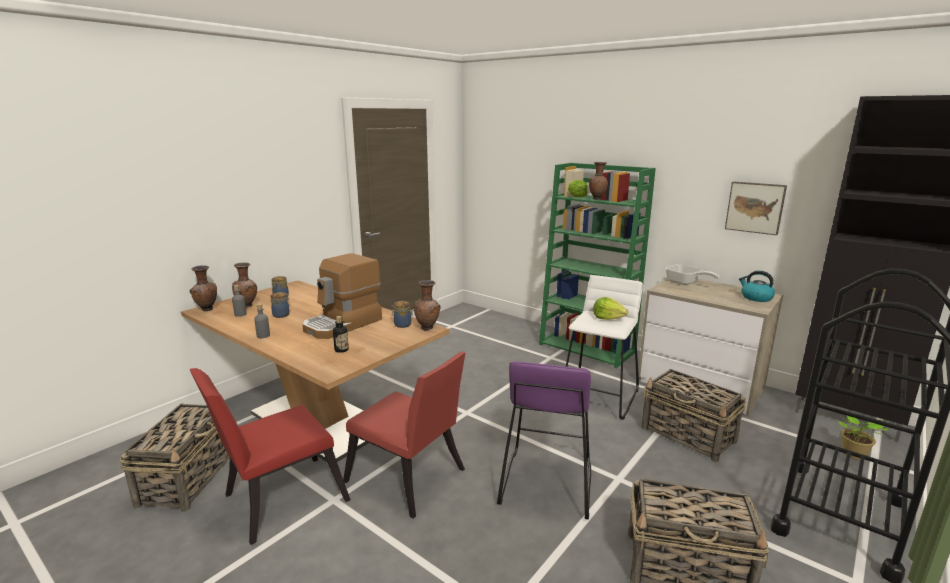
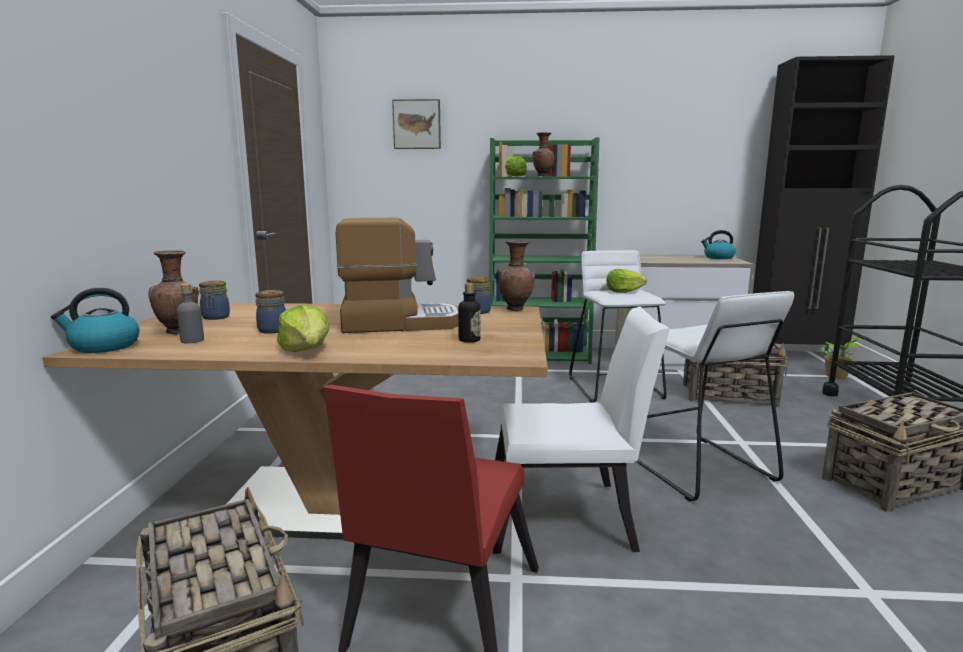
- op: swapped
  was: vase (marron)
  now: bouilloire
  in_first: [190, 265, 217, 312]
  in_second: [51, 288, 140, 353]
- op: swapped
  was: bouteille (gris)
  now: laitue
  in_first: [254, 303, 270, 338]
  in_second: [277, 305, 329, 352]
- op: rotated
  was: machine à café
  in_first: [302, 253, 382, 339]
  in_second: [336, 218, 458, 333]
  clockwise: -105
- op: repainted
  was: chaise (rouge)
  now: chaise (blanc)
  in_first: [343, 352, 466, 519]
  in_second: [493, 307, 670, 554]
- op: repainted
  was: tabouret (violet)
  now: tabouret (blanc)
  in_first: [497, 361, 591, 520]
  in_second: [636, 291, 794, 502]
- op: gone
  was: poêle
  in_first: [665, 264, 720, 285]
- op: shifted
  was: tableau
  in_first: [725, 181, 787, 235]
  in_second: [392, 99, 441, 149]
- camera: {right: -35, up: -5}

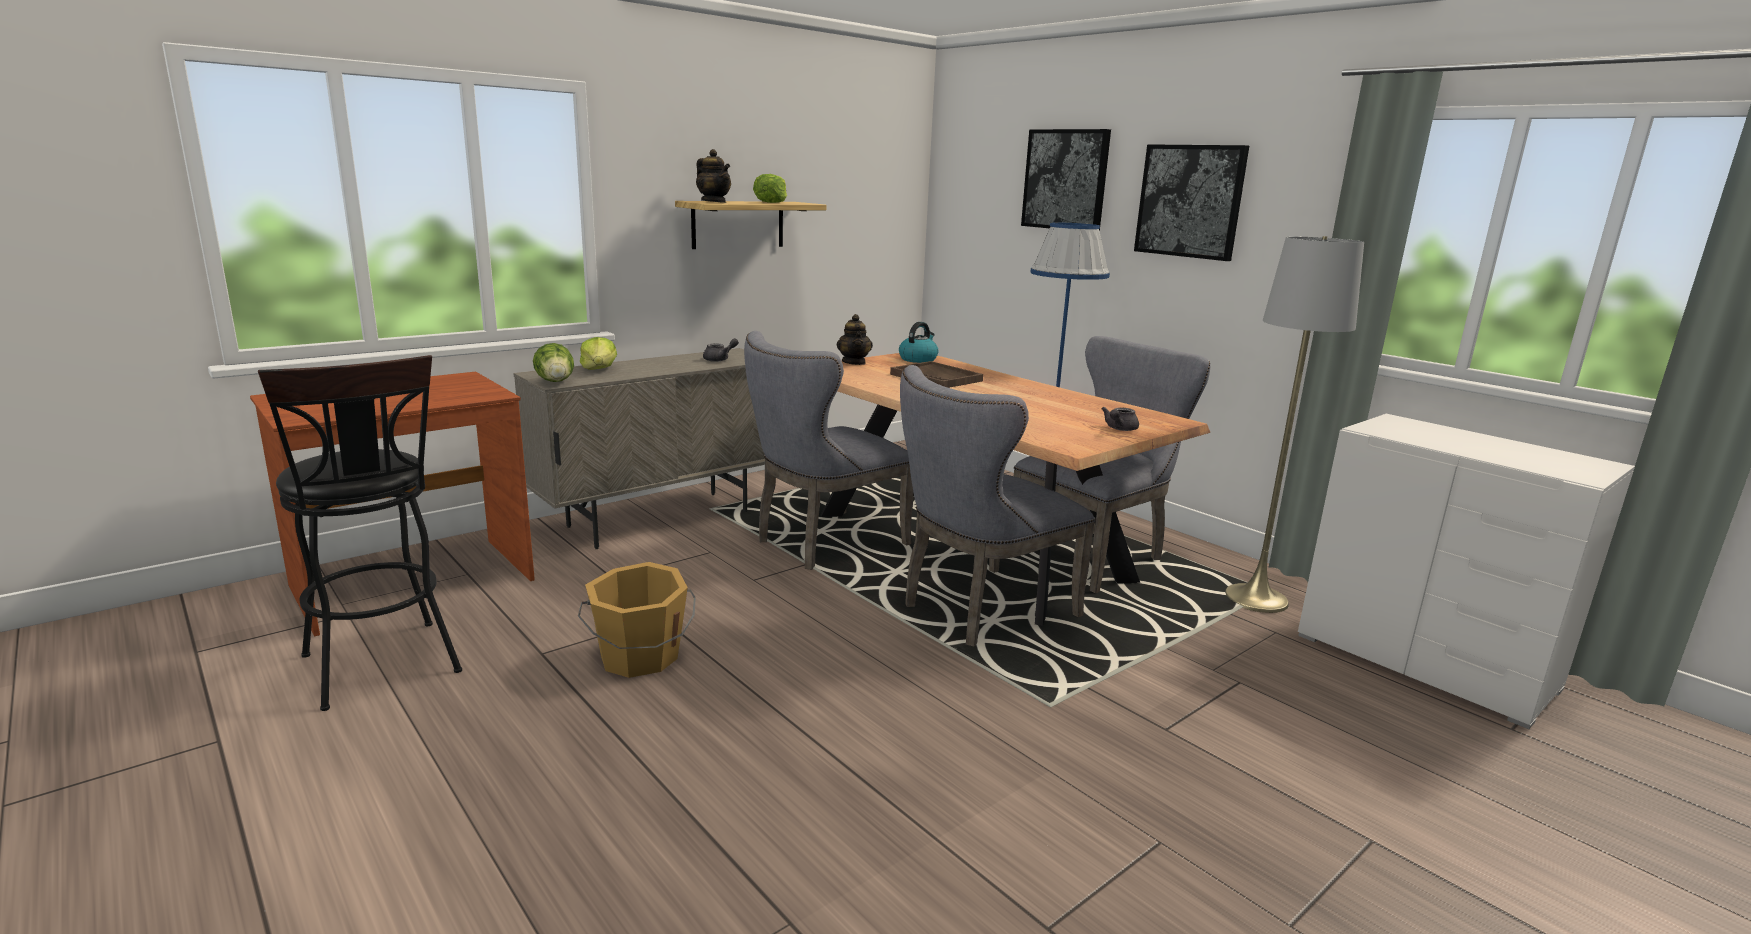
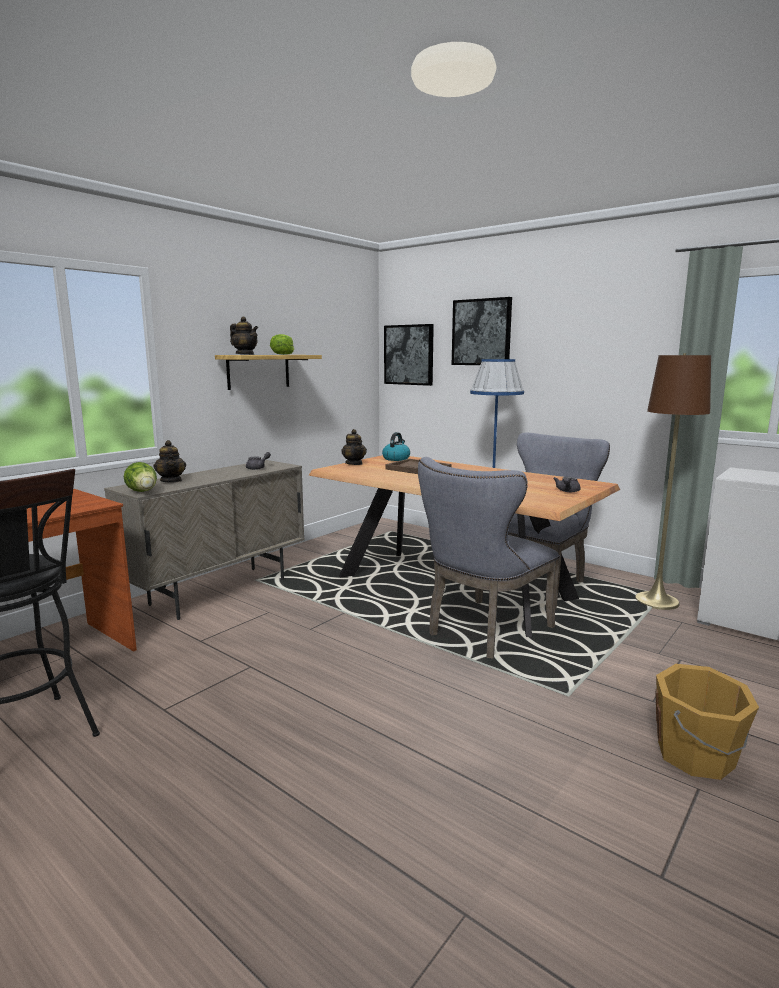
- op: shifted
  was: seau (orange)
  in_first: [578, 562, 696, 678]
  in_second: [655, 664, 759, 780]
- op: swapped
  was: laitue
  now: théière
  in_first: [580, 337, 617, 370]
  in_second: [153, 440, 186, 483]
- op: gone
  was: chaise (gris)
  in_first: [744, 331, 914, 570]
- op: shifted
  was: tableau
  in_first: [1134, 144, 1249, 261]
  in_second: [384, 324, 434, 386]
- op: repainted
  was: lampadaire (gris)
  now: lampadaire (marron)
  in_first: [1225, 236, 1364, 613]
  in_second: [635, 353, 711, 610]
- camera: {right: -10, up: -5}

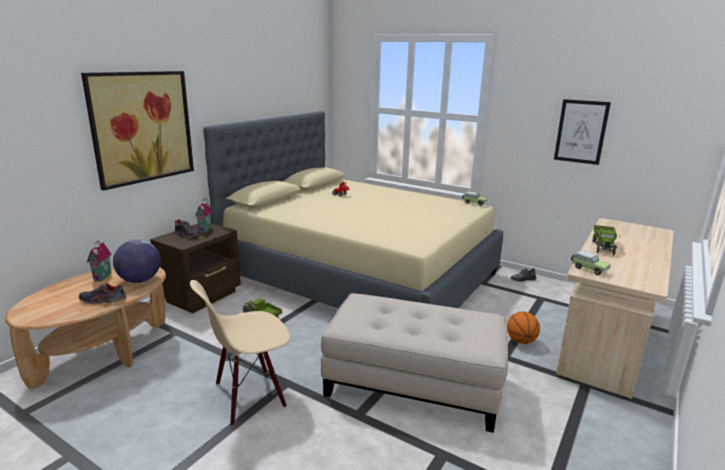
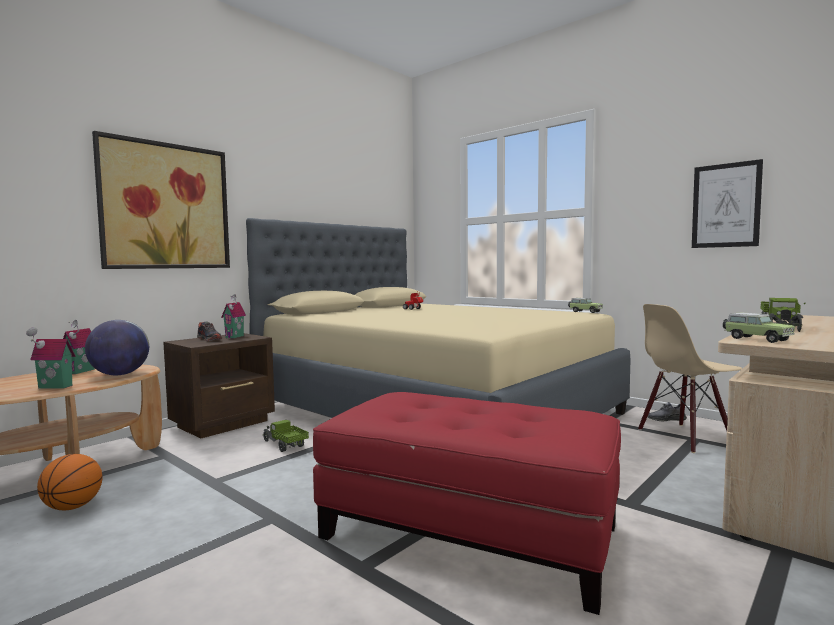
- op: swapped
  was: chaussure
  now: maison miniature
  in_first: [79, 283, 126, 304]
  in_second: [26, 327, 76, 389]
- op: shifted
  was: chaise (beige)
  in_first: [190, 280, 291, 427]
  in_second: [638, 304, 742, 453]
- op: repainted
  was: pouf (beige)
  now: pouf (rouge)
  in_first: [321, 293, 508, 433]
  in_second: [313, 392, 621, 615]
- op: shifted
  was: ballon de basket
  in_first: [507, 312, 540, 344]
  in_second: [37, 454, 102, 510]
- camera: {right: 10, up: -15}

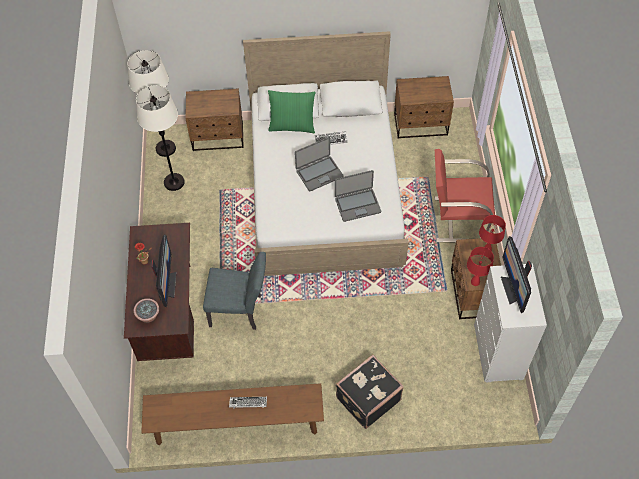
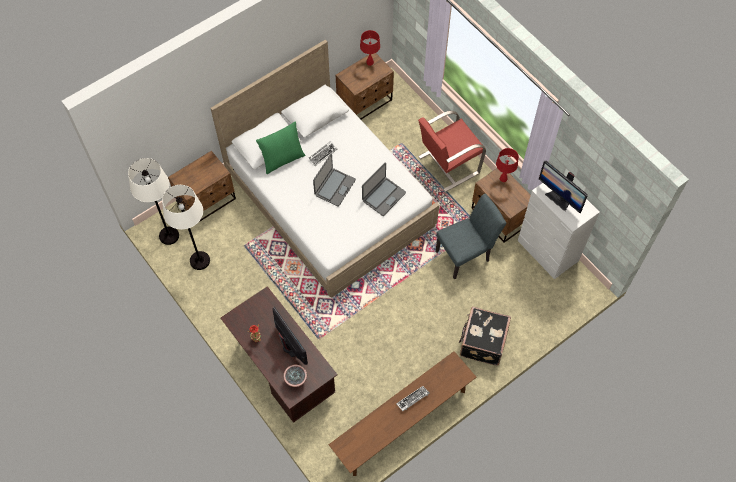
- op: shifted
  was: chaise (gris)
  in_first: [203, 252, 266, 330]
  in_second: [435, 193, 506, 280]
- op: shifted
  was: lampe de table (rouge)
  in_first: [467, 247, 494, 286]
  in_second: [360, 30, 380, 66]
- camera: {right: -35, up: 5}

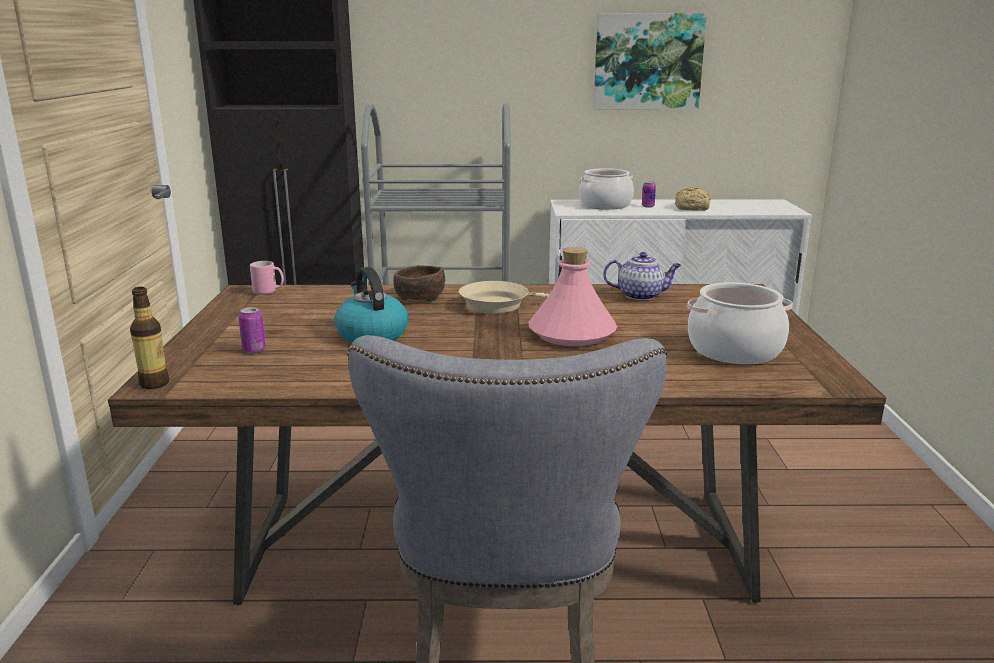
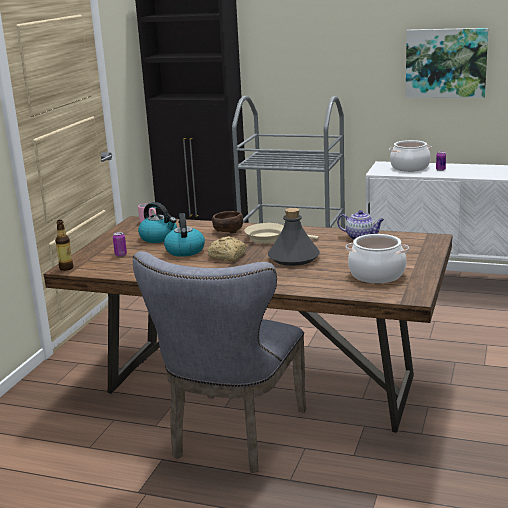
- op: repainted
  was: bouteille (rose)
  now: bouteille (gris)
  in_first: [528, 247, 617, 346]
  in_second: [268, 208, 320, 266]
- op: shifted
  was: pain
  in_first: [675, 187, 711, 211]
  in_second: [208, 236, 247, 261]
- op: new
  now: bouilloire
  in_second: [138, 202, 177, 243]
- camera: {right: 20, up: 0}

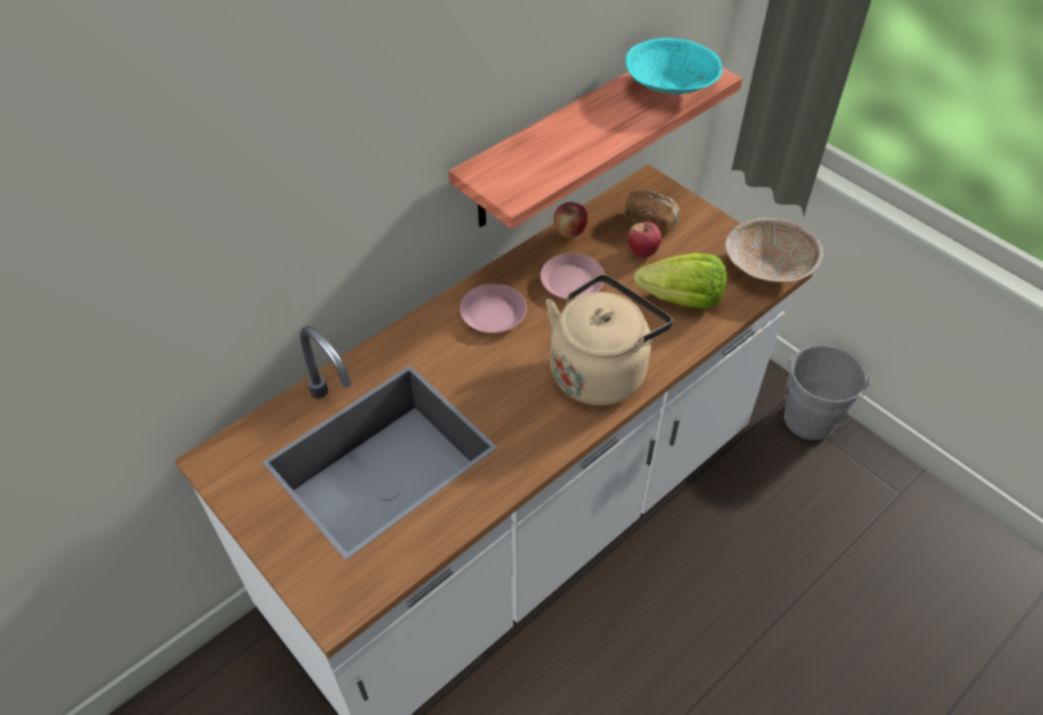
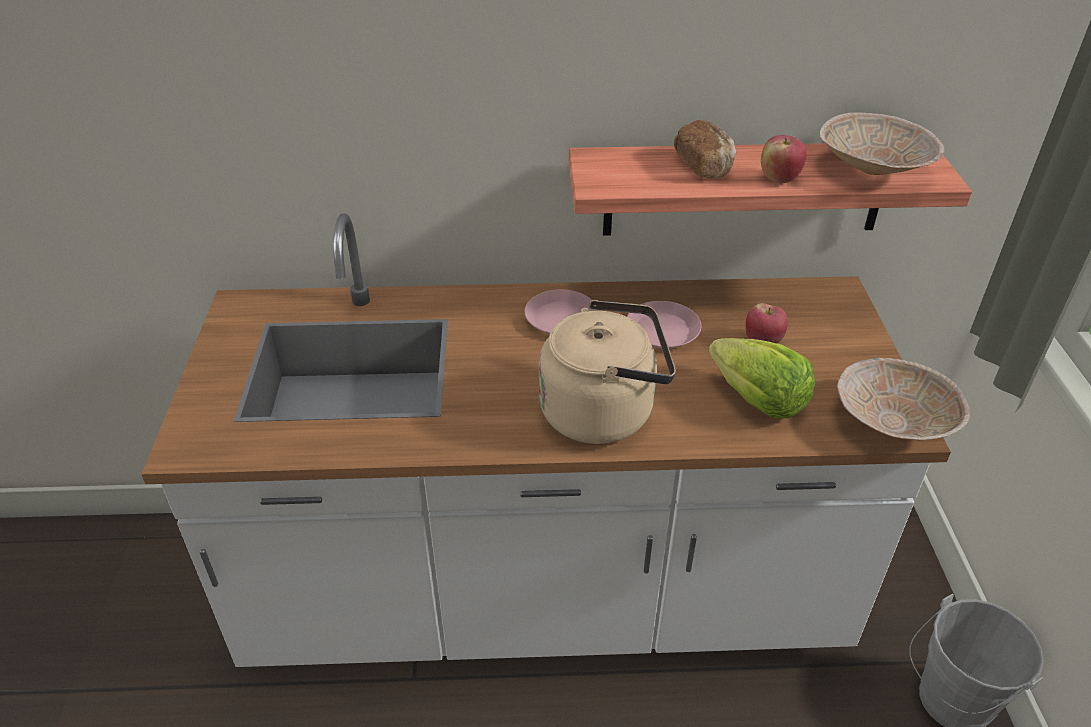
- op: shifted
  was: pomme
  in_first: [554, 202, 588, 237]
  in_second: [761, 135, 807, 183]
- op: shifted
  was: pain
  in_first: [623, 189, 680, 234]
  in_second: [674, 120, 736, 179]
- op: repainted
  was: bol (turquoise)
  now: bol (beige)
  in_first: [626, 38, 723, 95]
  in_second: [819, 112, 944, 175]
- camera: {right: 40, up: -10}

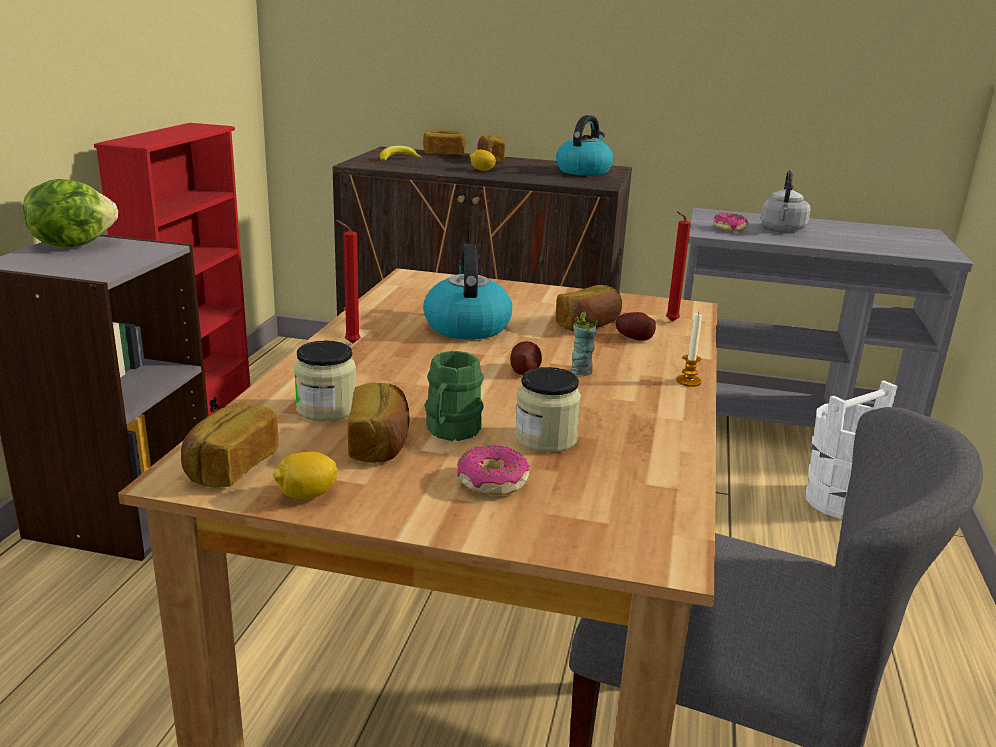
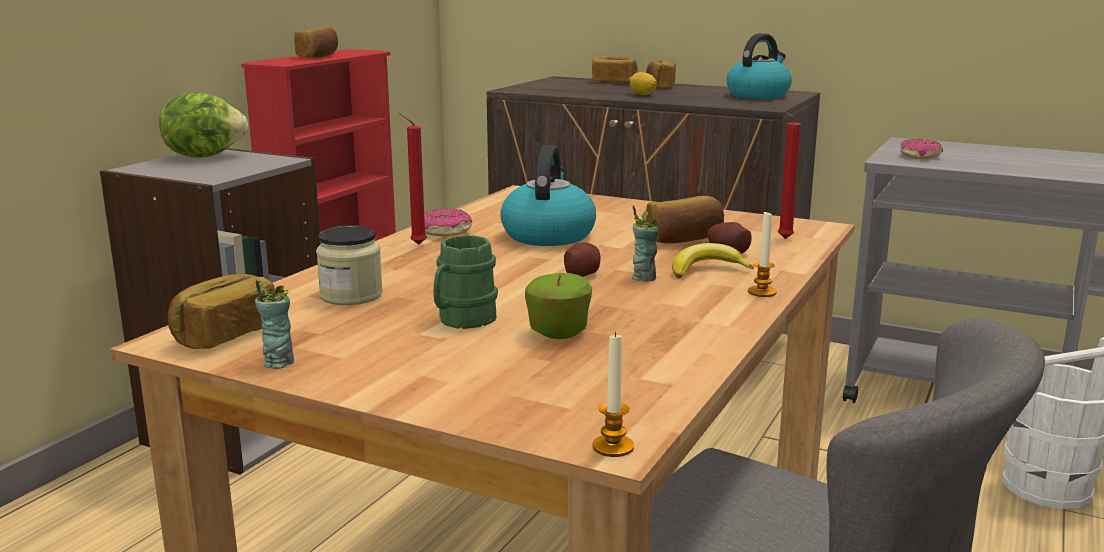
- op: swapped
  was: citron
  now: tasse
  in_first: [273, 452, 337, 499]
  in_second: [255, 279, 294, 369]
- op: shifted
  was: pain
  in_first: [348, 383, 410, 463]
  in_second: [294, 27, 338, 58]
- op: shifted
  was: banane
  in_first: [380, 146, 422, 162]
  in_second: [672, 243, 754, 278]
- op: shifted
  was: beignet
  in_first: [457, 445, 530, 495]
  in_second: [424, 209, 472, 236]
- op: swapped
  was: bocal
  now: pomme
  in_first: [515, 367, 581, 453]
  in_second: [525, 273, 592, 339]
- op: gone
  was: bouilloire (gris)
  in_first: [761, 170, 811, 231]
- op: new
  now: bougie
  in_second: [593, 332, 634, 457]
- camera: {right: 15, up: -5}

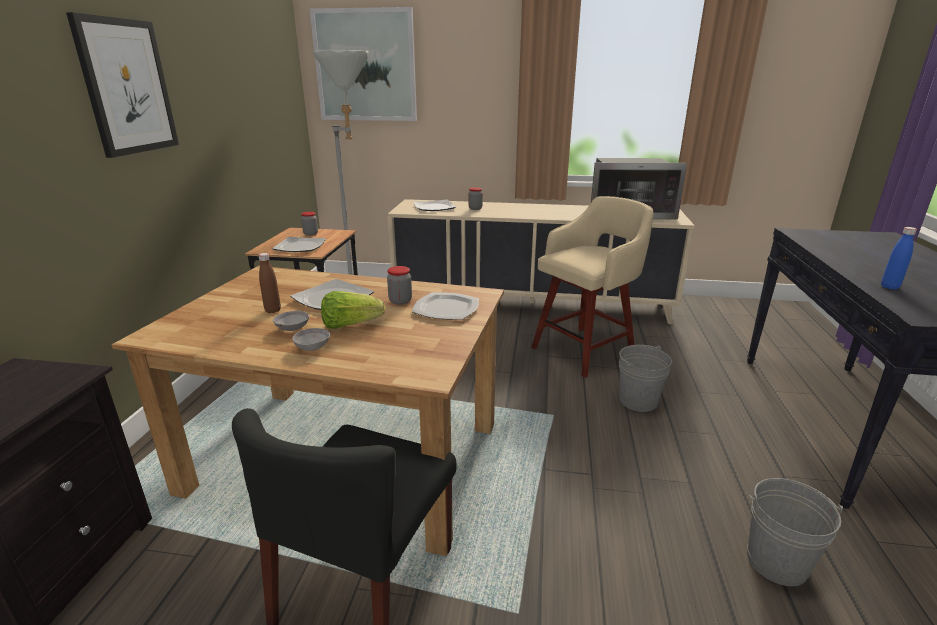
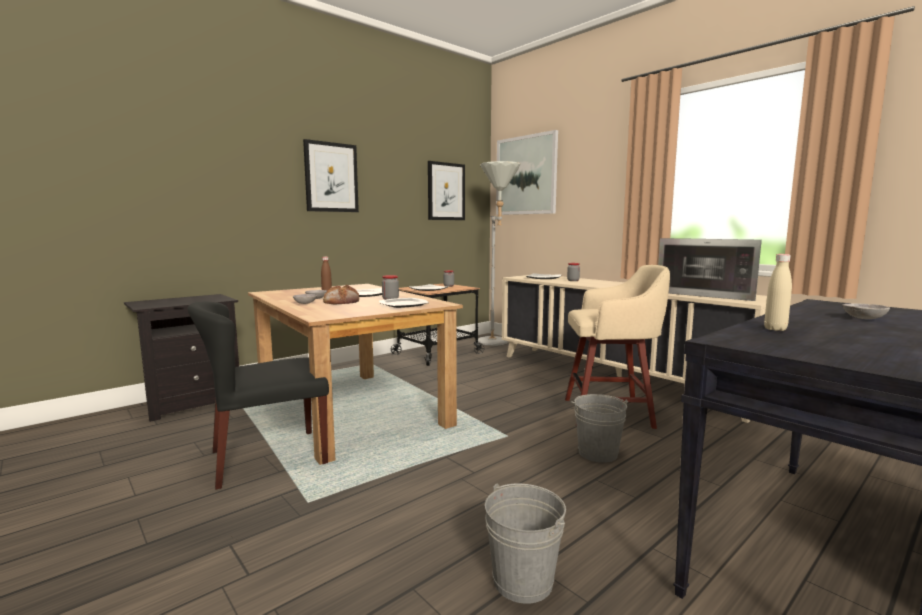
- op: swapped
  was: laitue
  now: pain
  in_first: [321, 291, 385, 329]
  in_second: [323, 285, 359, 304]
- op: repainted
  was: bouteille (bleu)
  now: bouteille (beige)
  in_first: [881, 227, 917, 290]
  in_second: [764, 254, 792, 331]
- op: new
  now: tableau
  in_second: [428, 161, 465, 220]
- op: new
  now: bol (gris)
  in_second: [842, 303, 890, 319]
- camera: {right: 40, up: -15}

